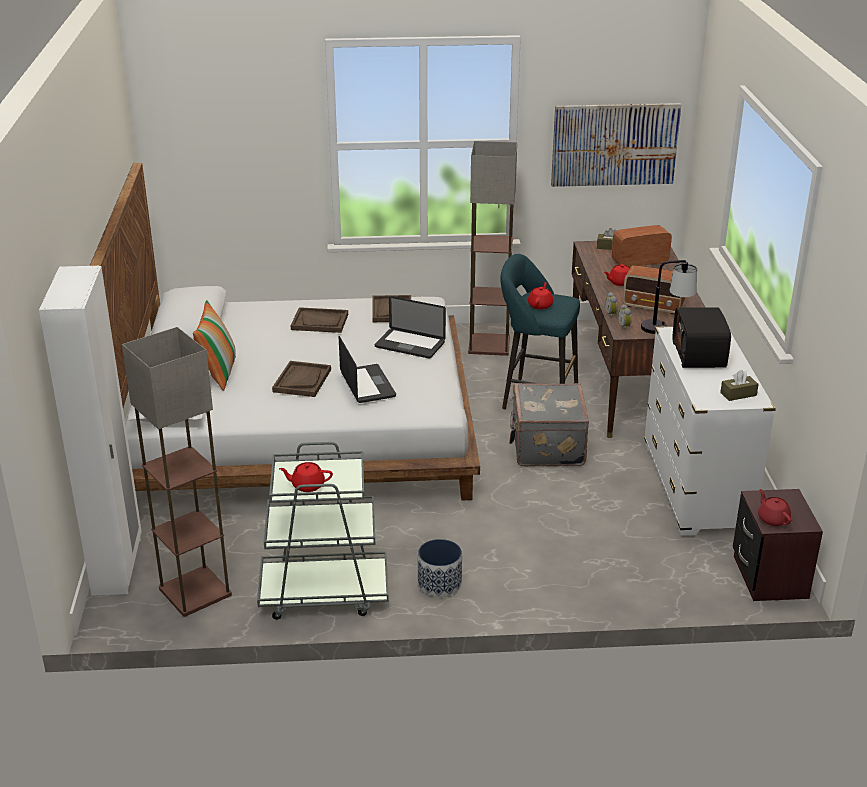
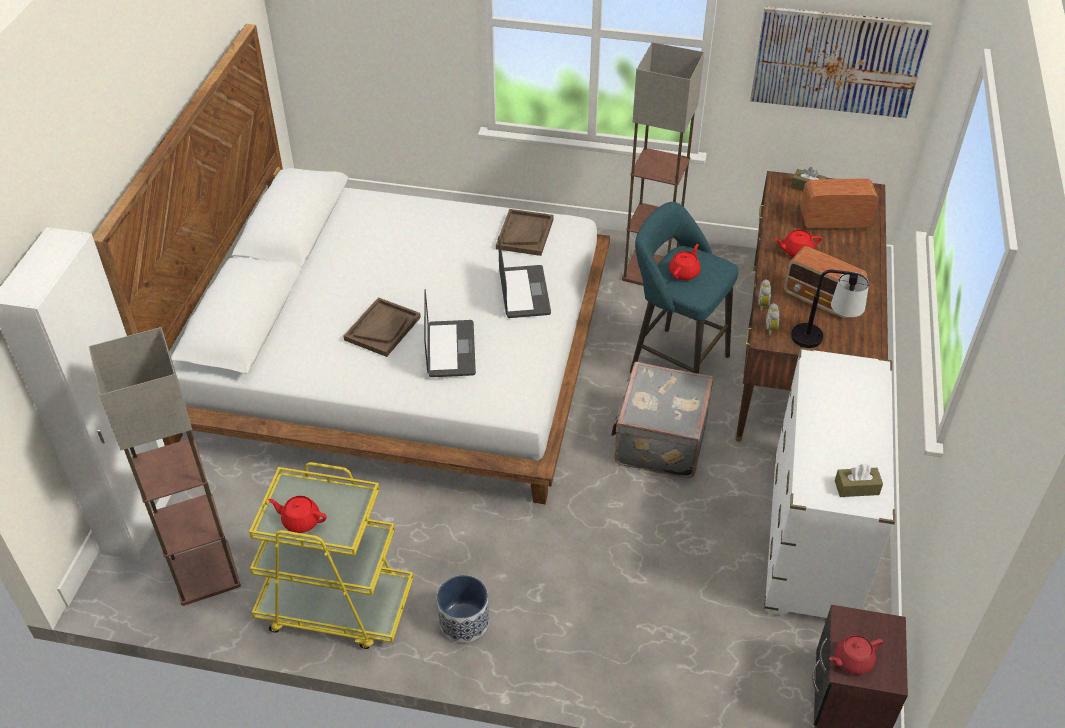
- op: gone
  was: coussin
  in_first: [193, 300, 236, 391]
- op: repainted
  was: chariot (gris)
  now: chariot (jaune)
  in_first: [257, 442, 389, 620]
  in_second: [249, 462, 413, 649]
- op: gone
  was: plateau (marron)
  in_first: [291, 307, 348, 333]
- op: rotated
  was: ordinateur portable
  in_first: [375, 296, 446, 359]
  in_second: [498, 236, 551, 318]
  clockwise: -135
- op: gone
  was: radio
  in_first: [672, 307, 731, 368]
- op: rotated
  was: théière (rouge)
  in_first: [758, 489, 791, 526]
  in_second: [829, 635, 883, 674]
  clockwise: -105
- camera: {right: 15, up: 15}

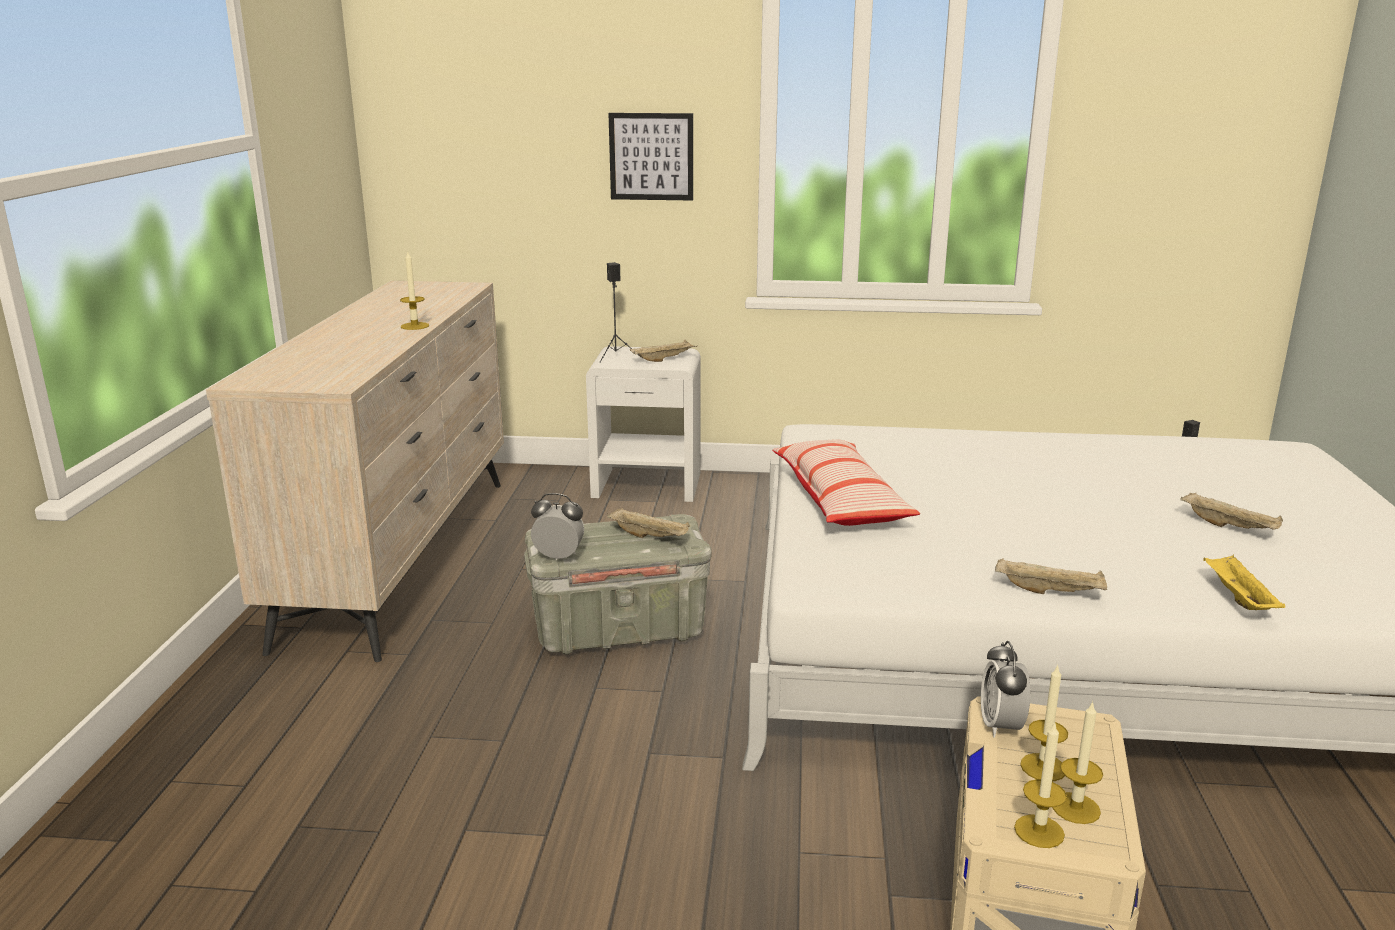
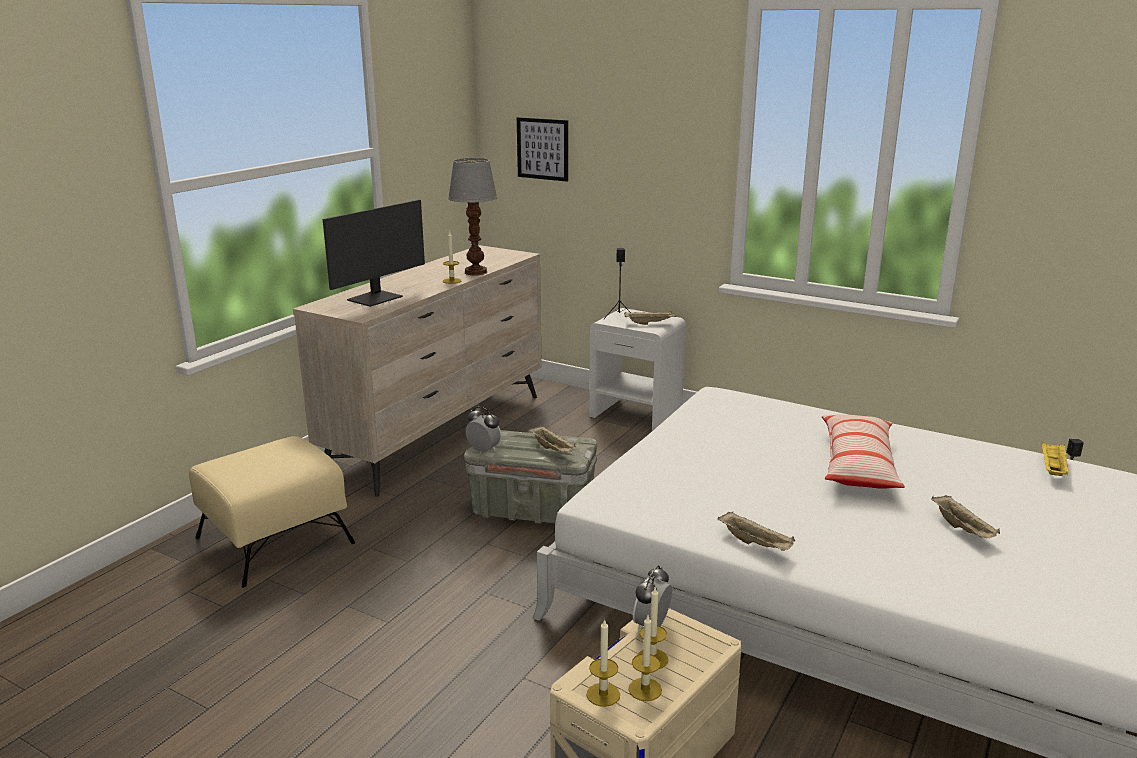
- op: shifted
  was: tableau
  in_first: [608, 113, 693, 200]
  in_second: [517, 117, 568, 182]
- op: shifted
  was: coussin
  in_first: [772, 439, 920, 526]
  in_second: [822, 414, 905, 489]
- op: shifted
  was: plateau (jaune)
  in_first: [1203, 555, 1285, 610]
  in_second: [1042, 443, 1068, 476]
- op: new
  now: pouf (beige)
  in_second: [189, 436, 355, 588]
- op: new
  now: écran d'ordinateur
  in_second: [323, 200, 425, 307]
- op: new
  now: lampe de table
  in_second: [448, 158, 498, 275]
- camera: {right: 25, up: 0}

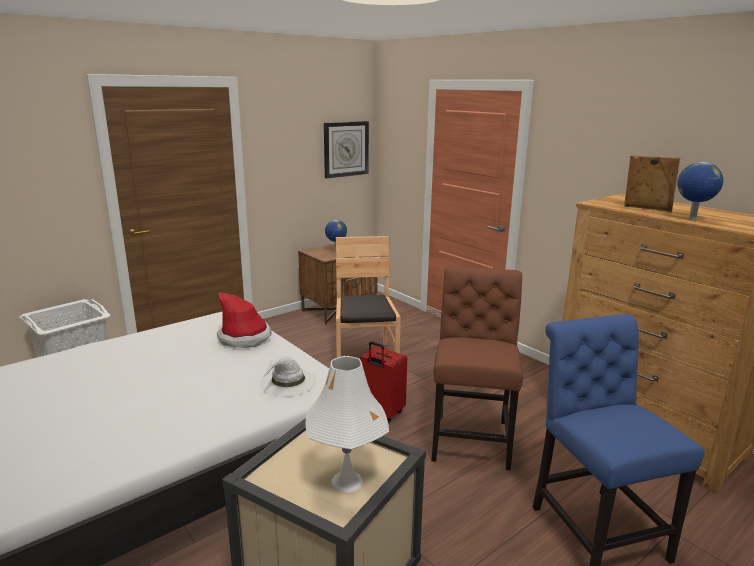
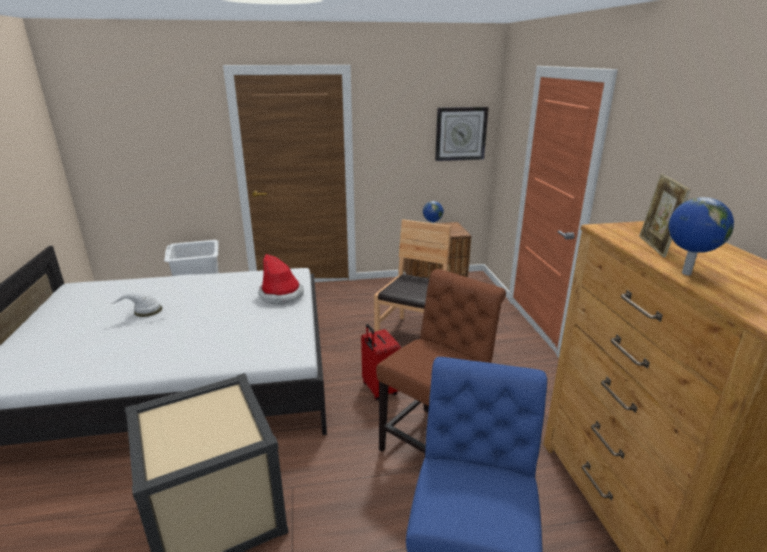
- op: shifted
  was: chapeau (blanc)
  in_first: [260, 355, 317, 397]
  in_second: [109, 291, 172, 324]
- op: gone
  was: lampe de table (blanc)
  in_first: [306, 356, 389, 493]
- op: rotated
  was: cadre photo
  in_first: [624, 155, 680, 211]
  in_second: [639, 174, 691, 258]
  clockwise: -150
- camera: {right: 30, up: 5}

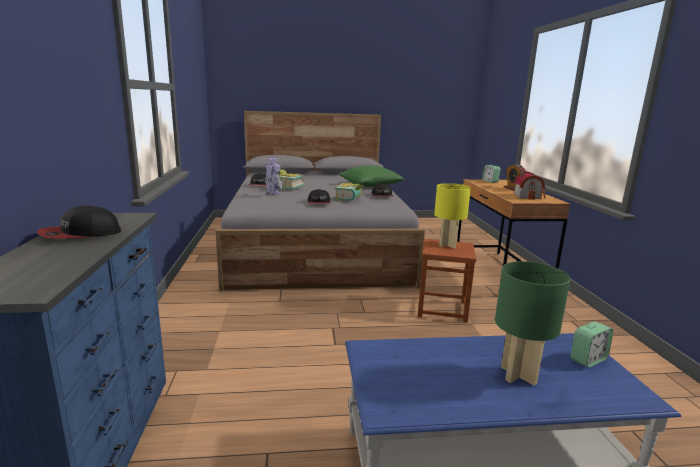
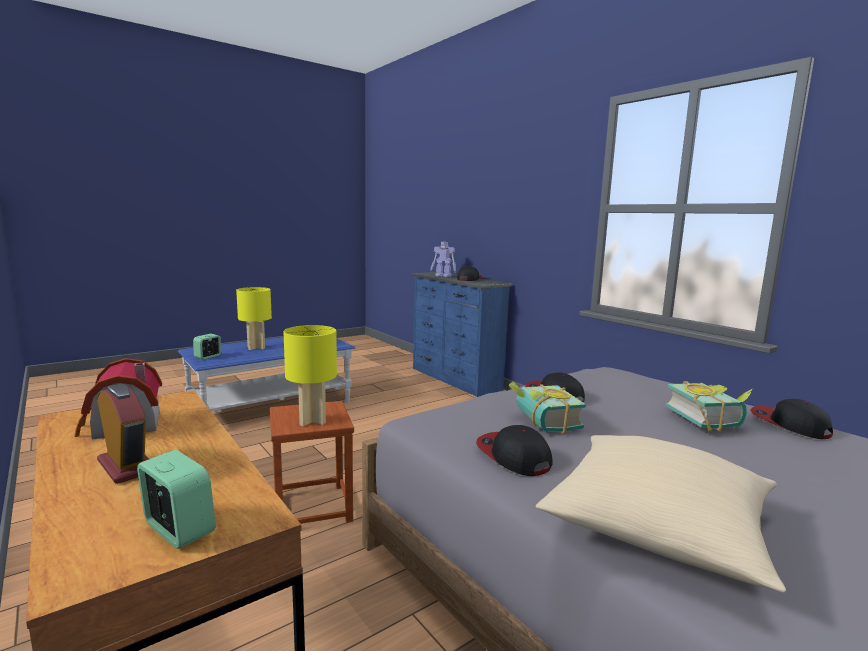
- op: shifted
  was: robot jouet
  in_first: [265, 158, 283, 195]
  in_second: [431, 242, 456, 277]
- op: repainted
  was: coussin (vert)
  now: coussin (beige)
  in_first: [338, 166, 405, 187]
  in_second: [536, 435, 786, 593]
- op: repainted
  was: lampe de table (vert)
  now: lampe de table (jaune)
  in_first: [495, 261, 570, 385]
  in_second: [236, 287, 272, 350]
- camera: {right: 150, up: -5}

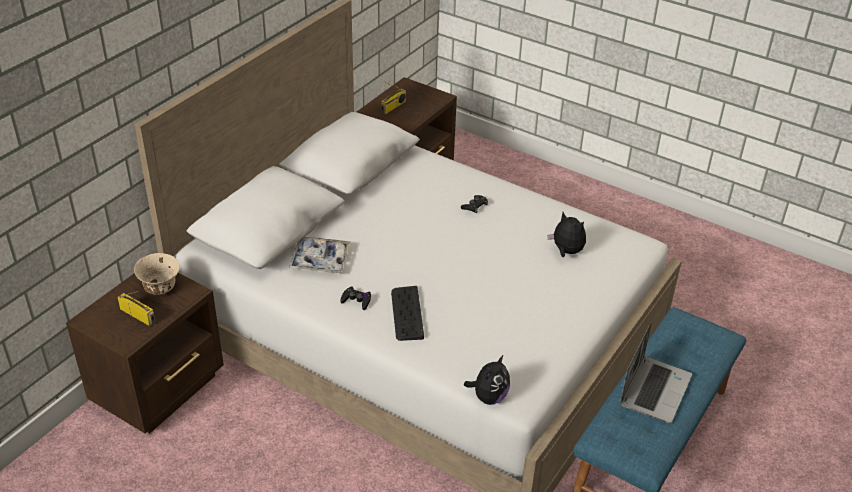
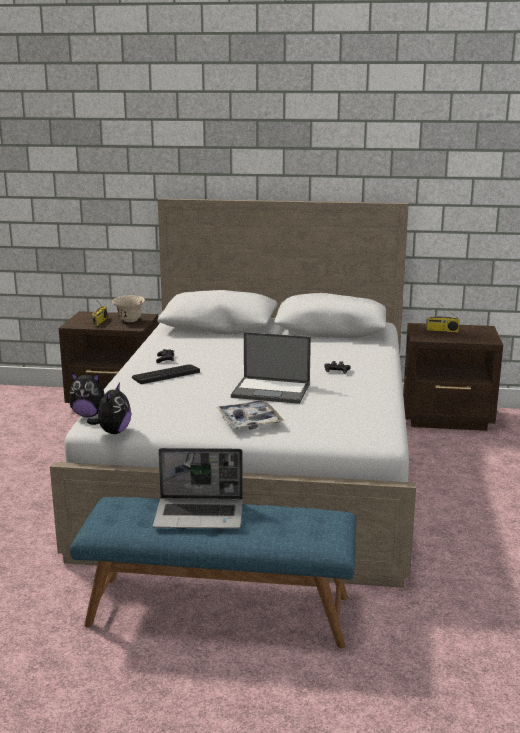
- op: shifted
  was: plateau
  in_first: [289, 237, 350, 273]
  in_second: [217, 400, 284, 430]
- op: shifted
  was: peluche
  in_first: [548, 212, 586, 257]
  in_second: [87, 383, 131, 434]
- op: new
  now: ordinateur portable
  in_second: [231, 332, 311, 404]
- camera: {right: 65, up: -20}

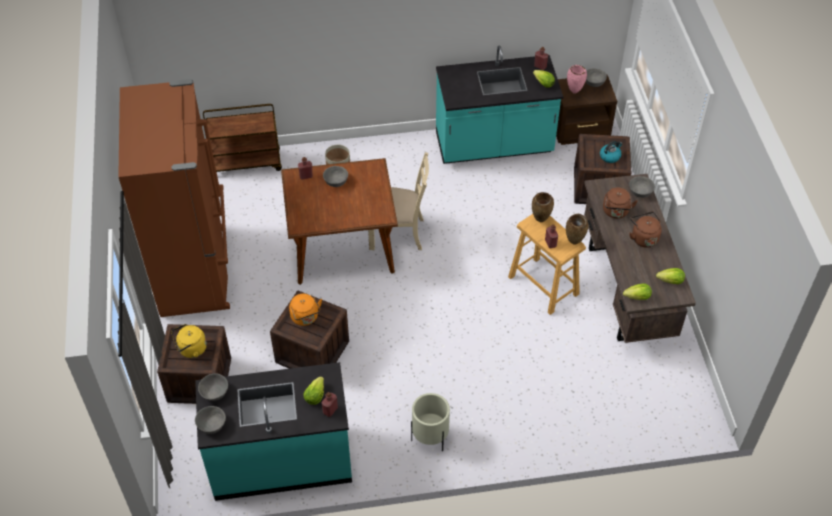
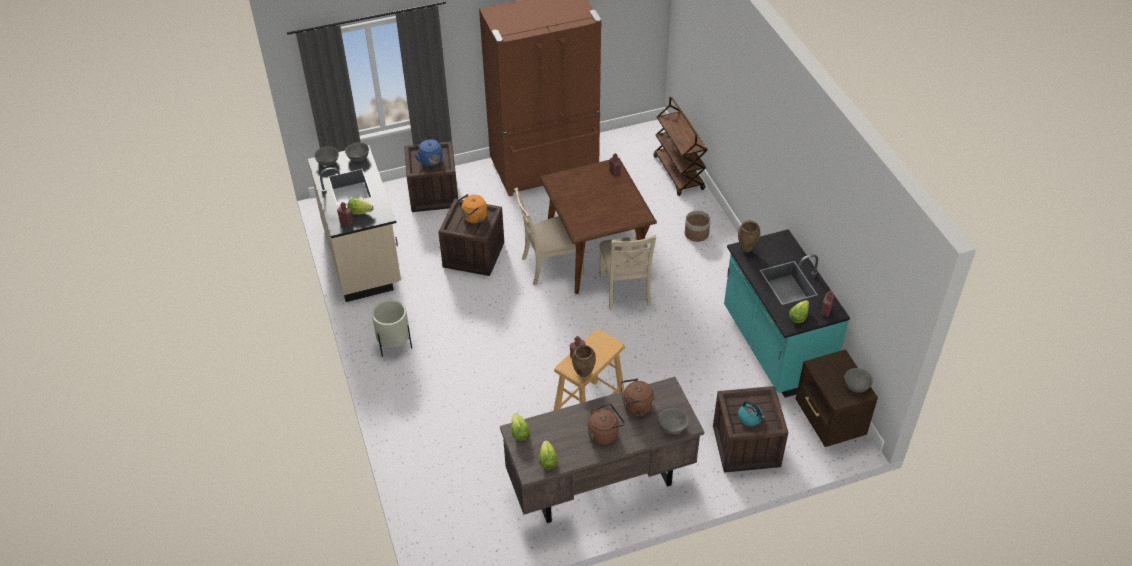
- op: repainted
  was: bouilloire (jaune)
  now: bouilloire (bleu)
  in_first: [171, 324, 207, 358]
  in_second: [414, 136, 443, 166]
- op: repainted
  was: comptoir de cuisine (turquoise)
  now: comptoir de cuisine (beige)
  in_first: [195, 362, 352, 501]
  in_second: [308, 145, 401, 302]
- op: gone
  was: bol (gris)
  in_first: [323, 166, 348, 187]
- op: shifted
  was: vase (marron)
  in_first: [532, 192, 554, 222]
  in_second: [738, 221, 760, 252]
- op: gone
  was: vase (rose)
  in_first: [567, 65, 587, 94]
- op: new
  now: chaise (beige)
  in_second: [514, 188, 583, 285]
- camera: {right: 80, up: -5}

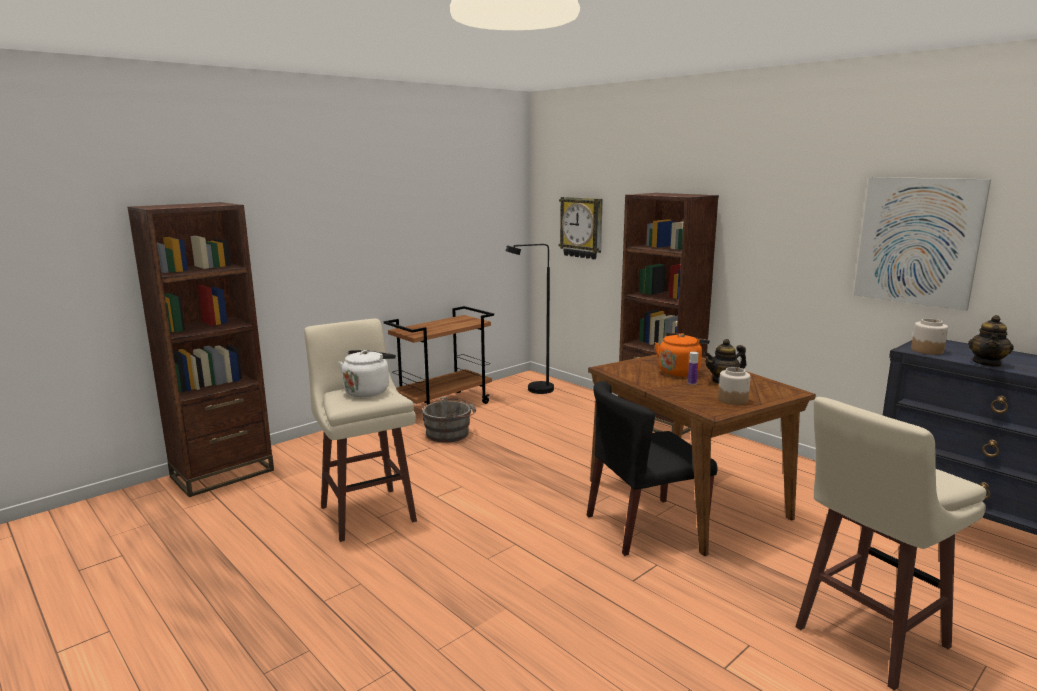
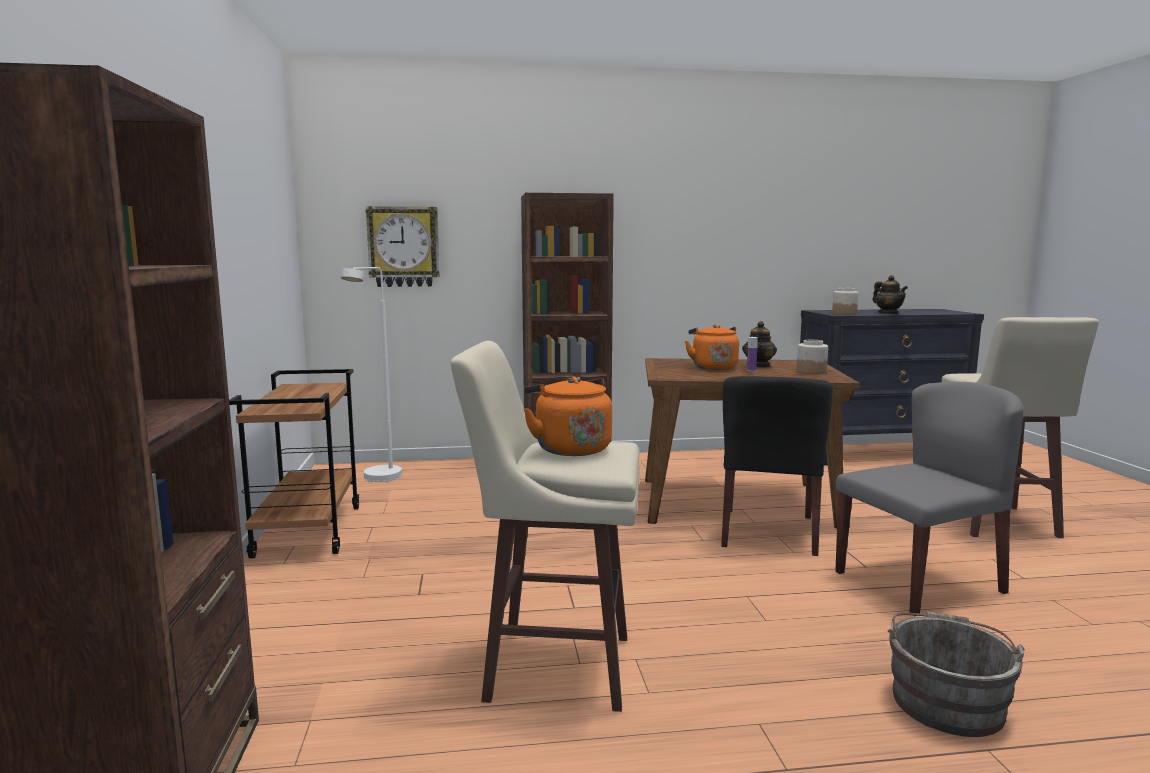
- op: repainted
  was: bouilloire (blanc)
  now: bouilloire (orange)
  in_first: [339, 350, 396, 397]
  in_second: [524, 376, 612, 456]
- op: shifted
  was: seau (gris)
  in_first: [422, 397, 476, 442]
  in_second: [888, 611, 1025, 737]
- op: repainted
  was: lampadaire (noir)
  now: lampadaire (blanc)
  in_first: [505, 244, 554, 394]
  in_second: [341, 267, 402, 482]
- op: gone
  was: tableau
  in_first: [854, 177, 991, 311]
- op: new
  now: chaise (gris)
  in_second: [835, 382, 1024, 616]
- camera: {right: -55, up: -5}

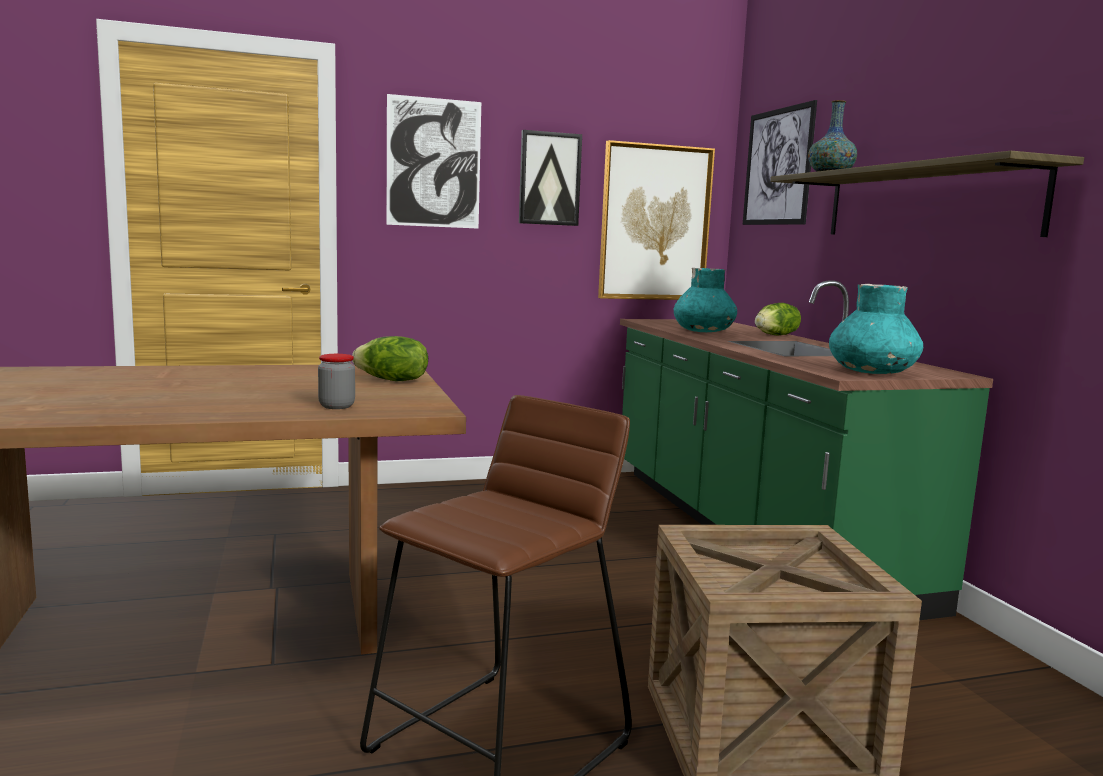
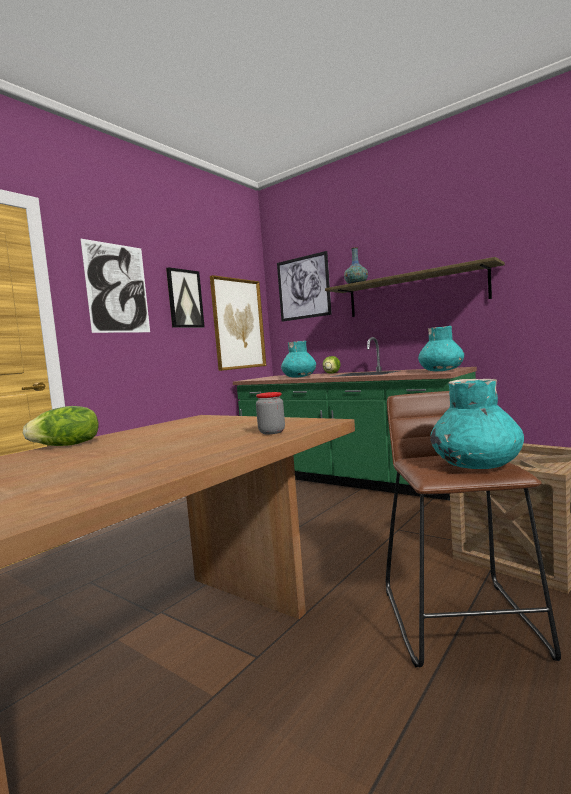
- op: shifted
  was: laitue
  in_first: [352, 336, 428, 381]
  in_second: [23, 406, 99, 446]
- op: new
  now: vase (turquoise)
  in_second: [430, 379, 524, 469]
- camera: {right: -35, up: -5}

